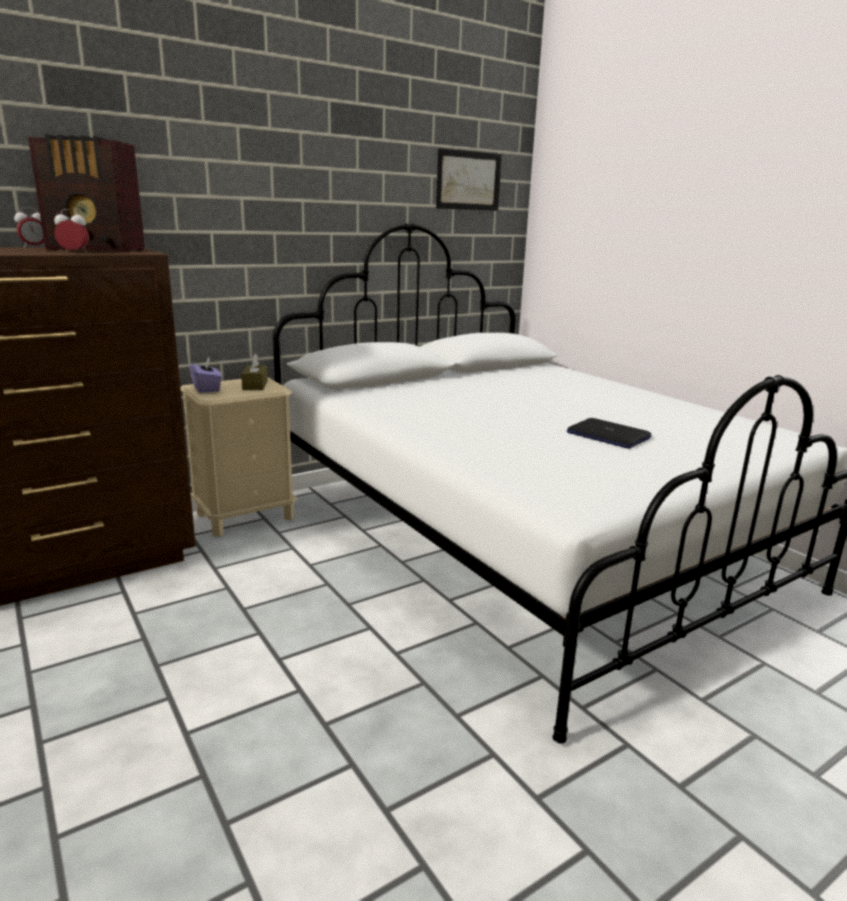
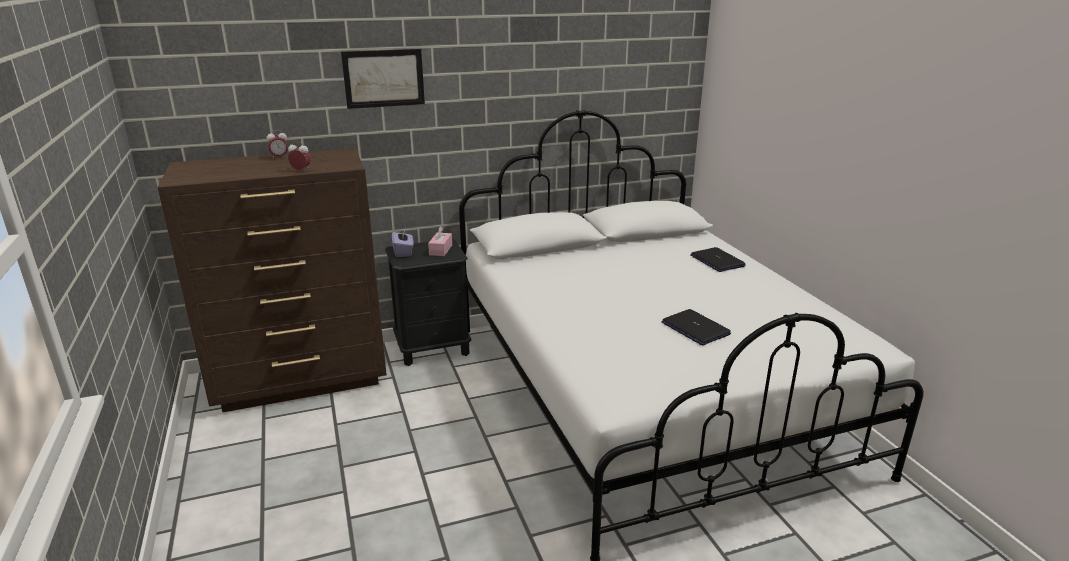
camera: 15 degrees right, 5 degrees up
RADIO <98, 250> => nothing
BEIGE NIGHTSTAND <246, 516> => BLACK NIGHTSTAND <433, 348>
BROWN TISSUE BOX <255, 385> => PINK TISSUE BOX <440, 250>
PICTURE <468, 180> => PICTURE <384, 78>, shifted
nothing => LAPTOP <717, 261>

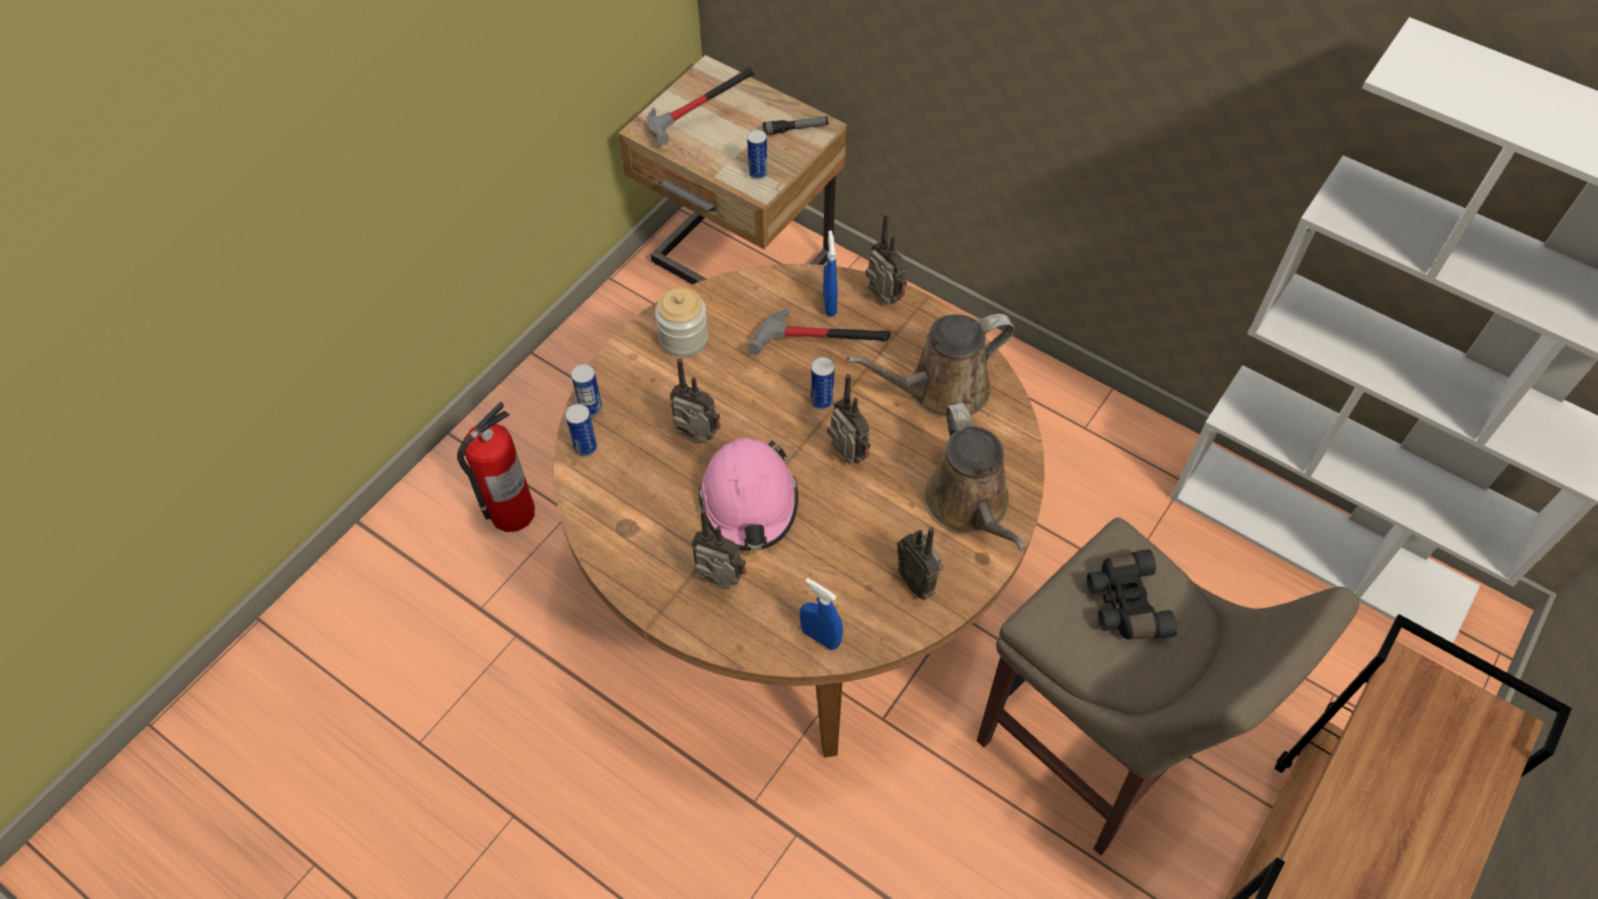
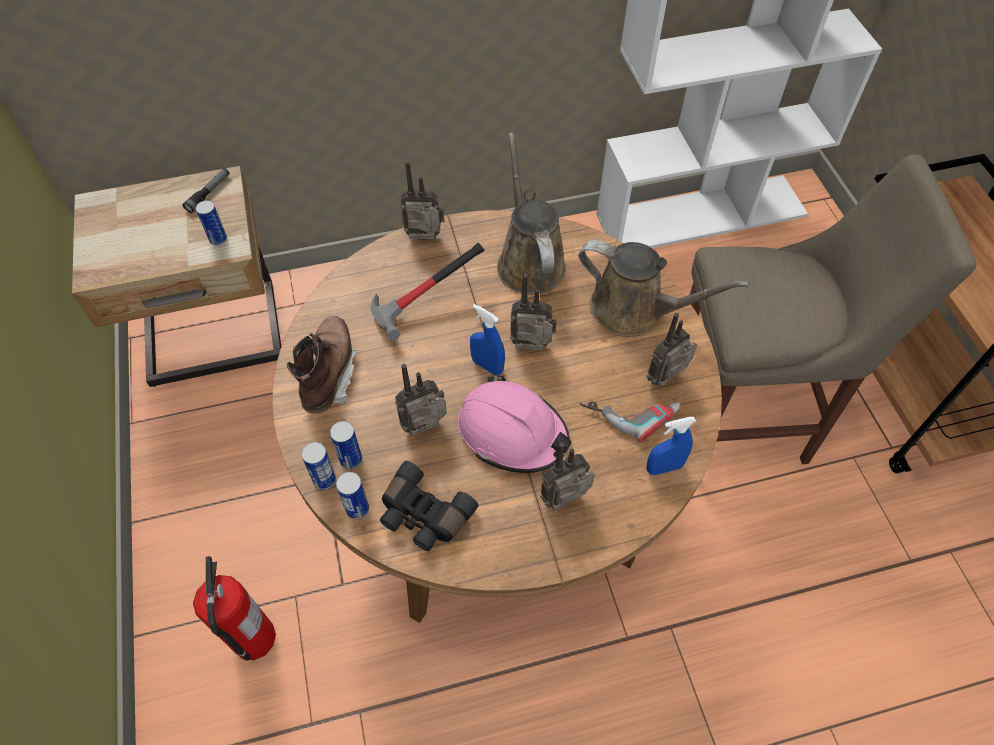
camera: 50 degrees left, 0 degrees up
HAMMER <696, 125> => nothing
JAR <683, 338> => BROWN BOOT <328, 374>
CAN <821, 401> => CAN <351, 459>, shifted
BLUE SPRAY BOTTLE <829, 304> => BLUE SPRAY BOTTLE <487, 366>, shifted
BROWN WATERING CAN <940, 390> => BROWN WATERING CAN <529, 261>, 150 degrees clockwise
RADIO <917, 581> => RADIO <667, 379>, 135 degrees clockwise
BLACK BINOCULARS <1124, 604> => BLACK BINOCULARS <423, 515>, shifted
nothing => POWER DRILL <630, 409>

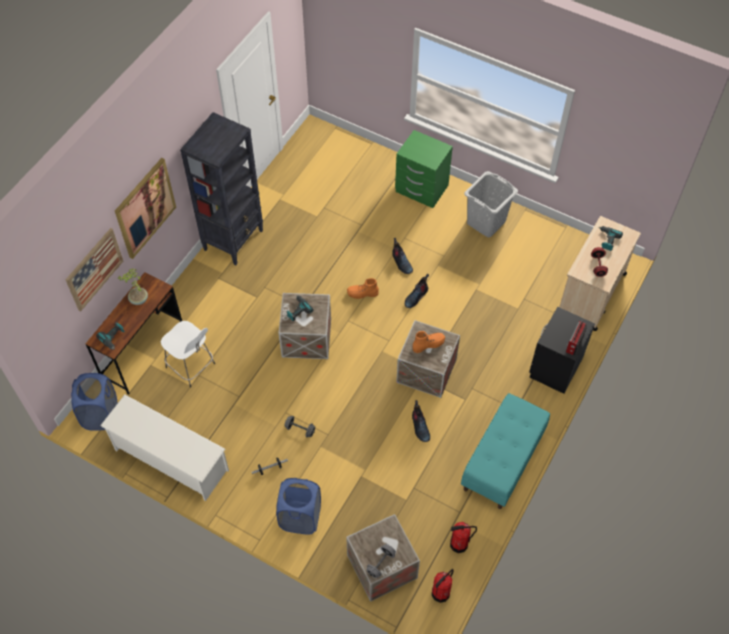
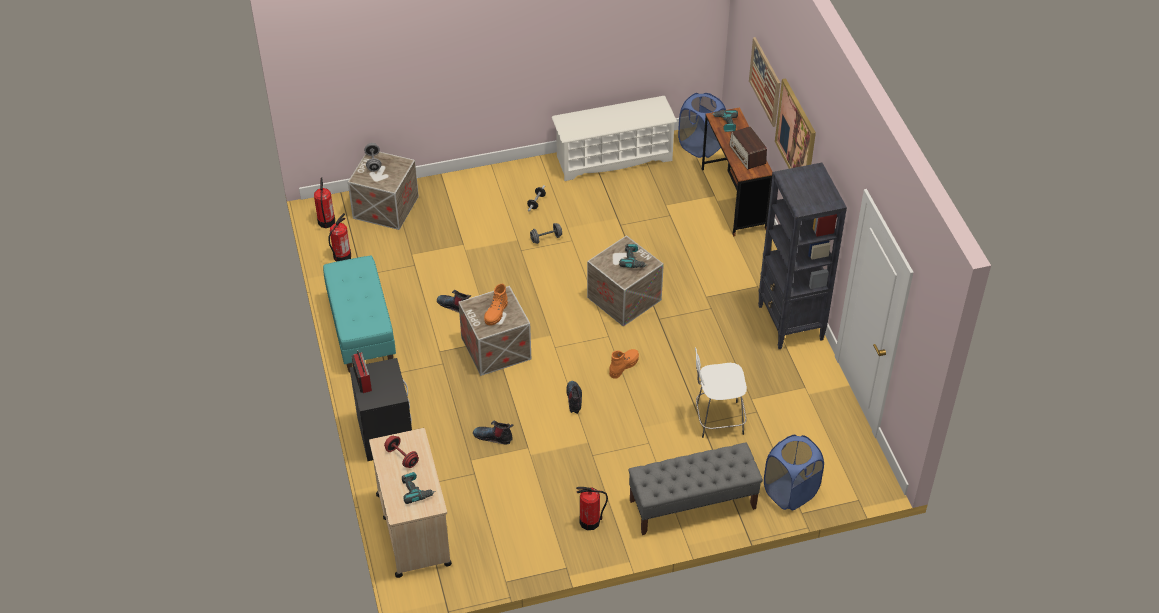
camera: 135 degrees right, 10 degrees down
POTTED PLANT <138, 300> => RADIO <747, 155>
WHITE STOOL <191, 366> => WHITE STOOL <717, 419>, shifted
BLUE LAUNDRY BASKET <300, 517> => BLUE LAUNDRY BASKET <790, 492>, shifted
BOOT <401, 262> => BOOT <494, 437>, shifted
GREEN NIGHTSTAND <421, 189> => GREY BENCH <692, 504>
GREY LAUNDRY BASKET <486, 222> => FIRE EXTINGUISHER <590, 522>

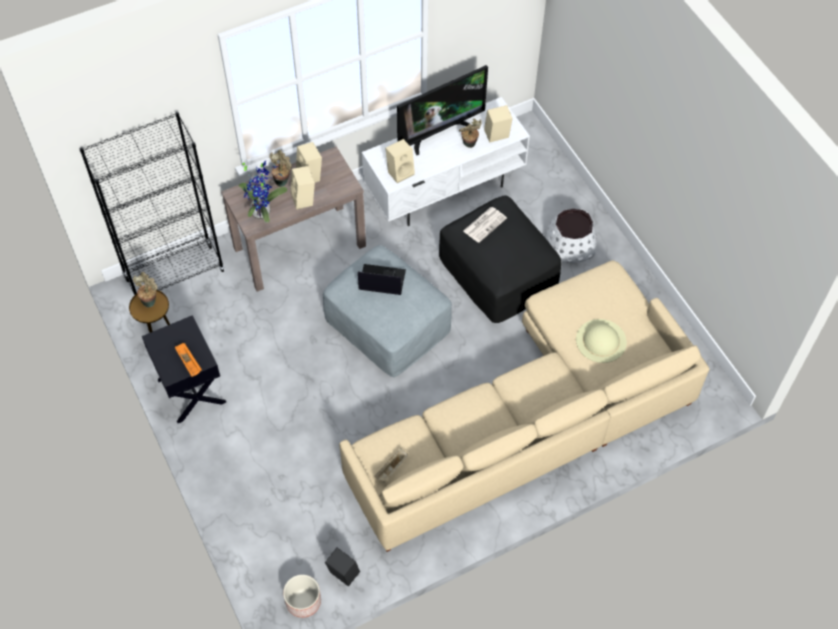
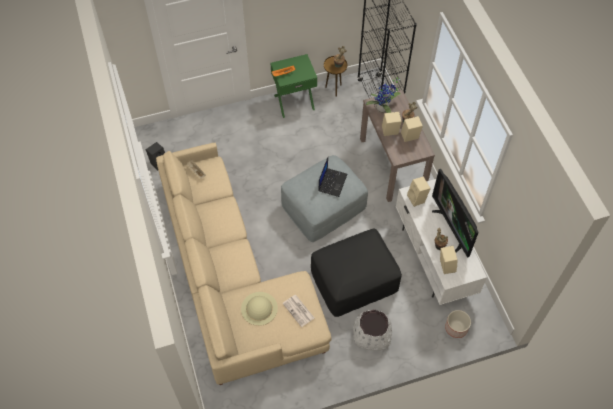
camera: 100 degrees right, 0 degrees up
BLACK NIGHTSTAND <190, 391> => GREEN NIGHTSTAND <294, 102>
PLANTER <303, 601> => PLANTER <456, 327>, shifted
NEWSPAPER <485, 224> => NEWSPAPER <299, 311>, shifted

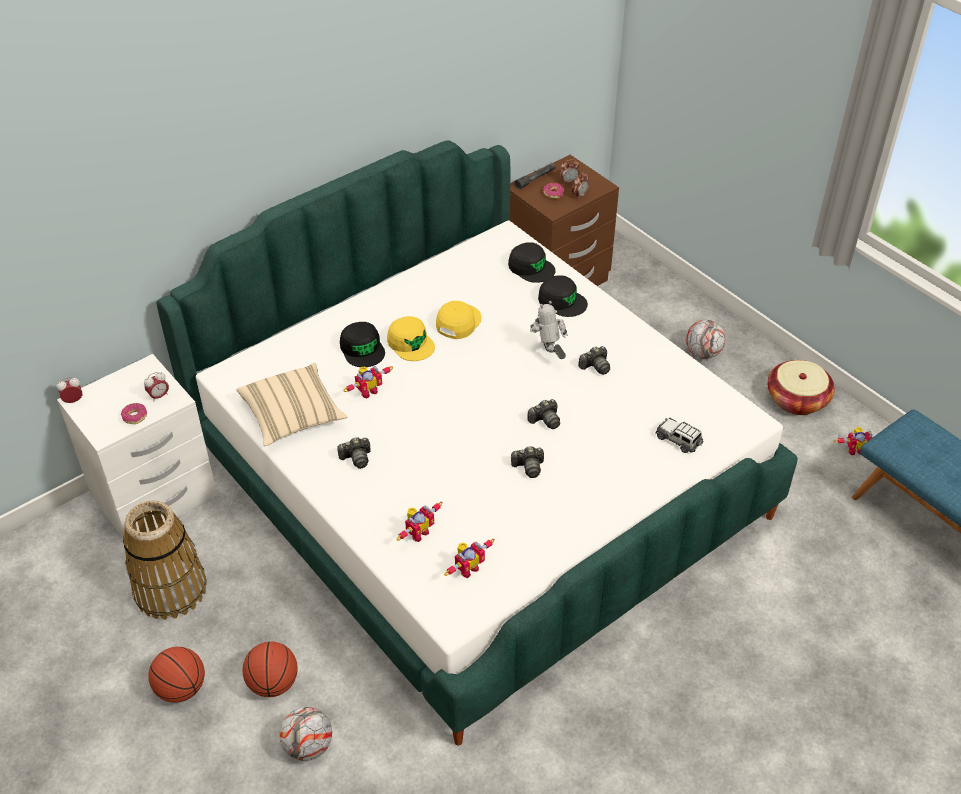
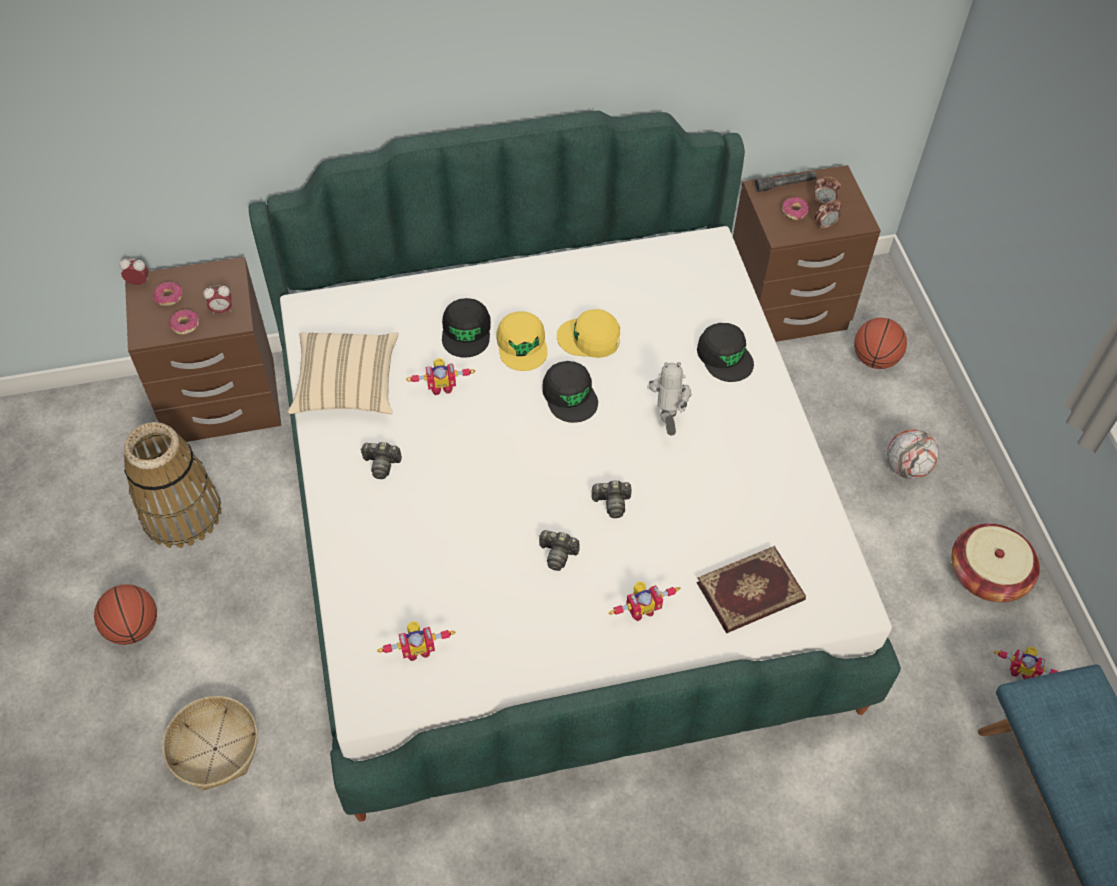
camera: 25 degrees right, 10 degrees up
WHITE NIGHTSTAND <155, 497> => BROWN NIGHTSTAND <222, 403>
BASKETBALL <273, 683> => BASKETBALL <874, 359>, shifted
FOOTBALL <308, 746> => BASKET <214, 748>
TOY ROBOT <417, 532> => TOY ROBOT <641, 609>, shifted
YELLOW CAP <458, 322> => YELLOW CAP <589, 338>, 135 degrees counterclockwise
BLACK CAP <531, 267> => BLACK CAP <570, 395>, shifted
PHOTO CAMERA <595, 366> => nothing
TOY CAR <678, 440> => BOOK <751, 593>
nothing => DONUT <169, 297>

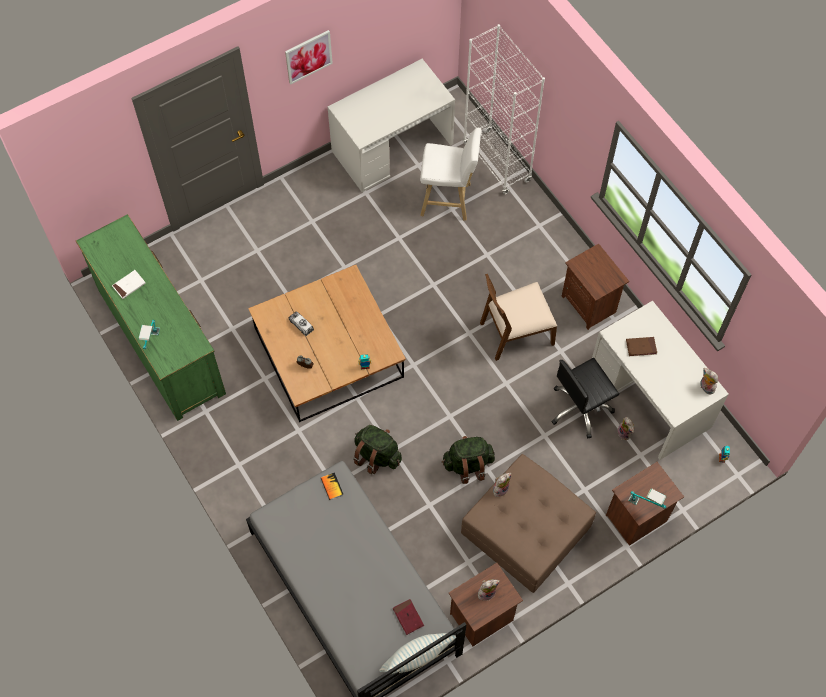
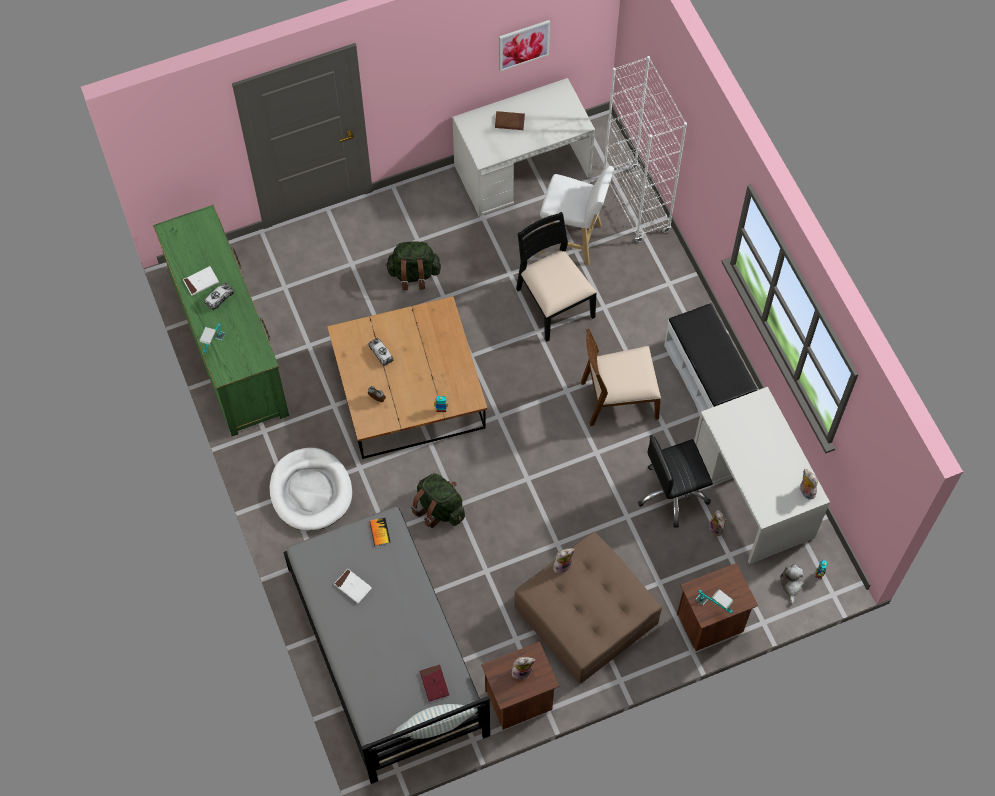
camera: 10 degrees right, 0 degrees up
PICTURE <308, 56> => PICTURE <523, 45>, shifted
GREEN BACKPACK <468, 464> => GREEN BACKPACK <414, 274>, shifted
BROWN NIGHTSTAND <589, 304> => WHITE BENCH <707, 380>
BROWN BOOK <641, 347> => BROWN BOOK <509, 121>, shifted
nothing => TOY TRUCK <219, 298>
nothing => WHITE DOG BED <311, 491>
nothing => WHITE BOOK <353, 586>
nothing => BLACK CHAIR <553, 303>
nothing => PLUSH TOY <791, 585>

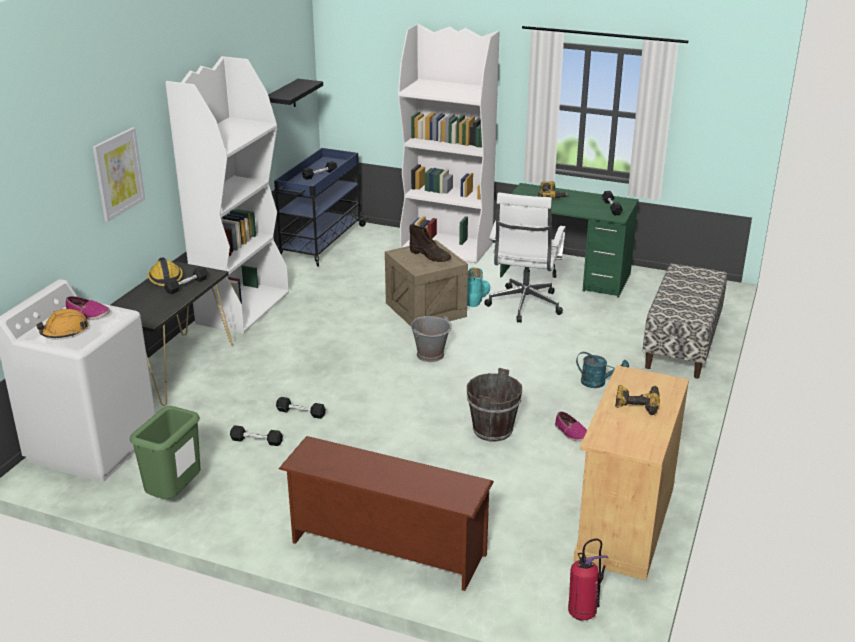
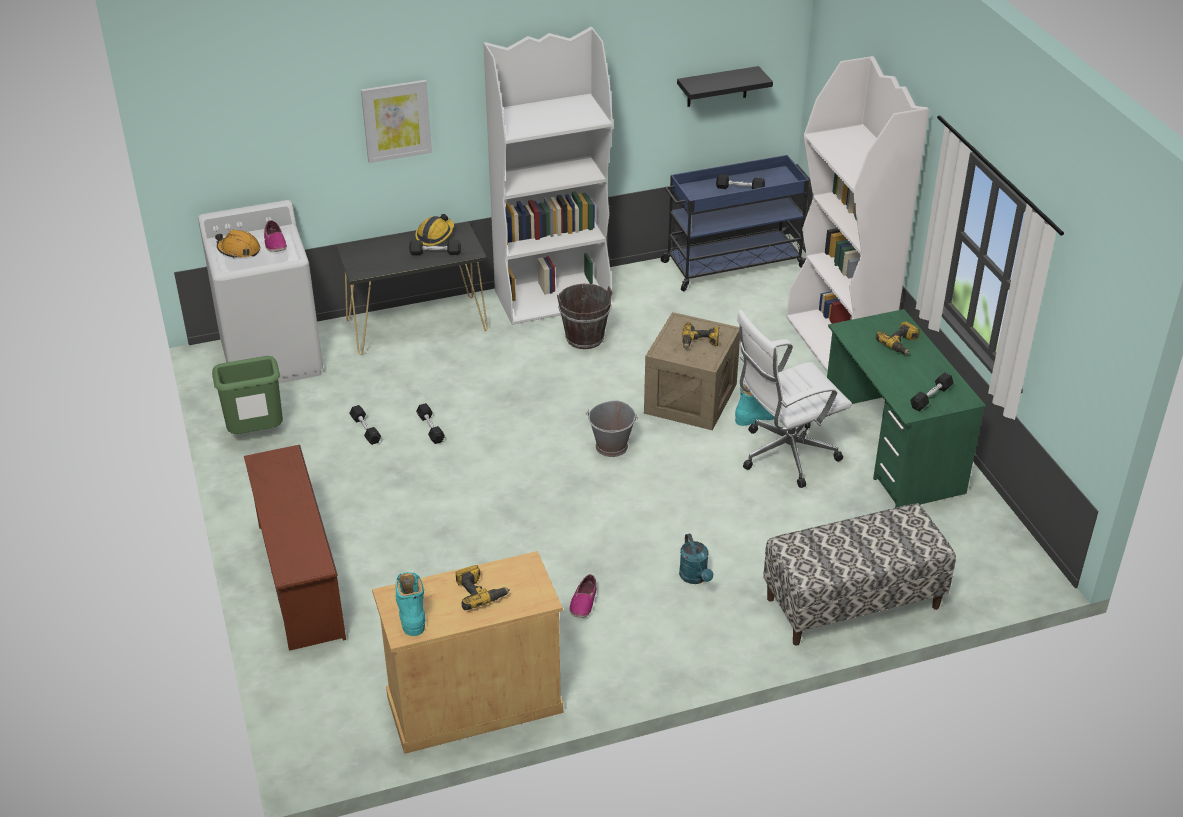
camera: 50 degrees right, 10 degrees up
BROWN BOOT <430, 256> => POWER DRILL <700, 342>
BROWN BUCKET <493, 430> => BROWN BUCKET <584, 338>, shifted
FIRE EXTINGUISHER <582, 613> => nothing
nothing => TURQUOISE BOOT <411, 609>

